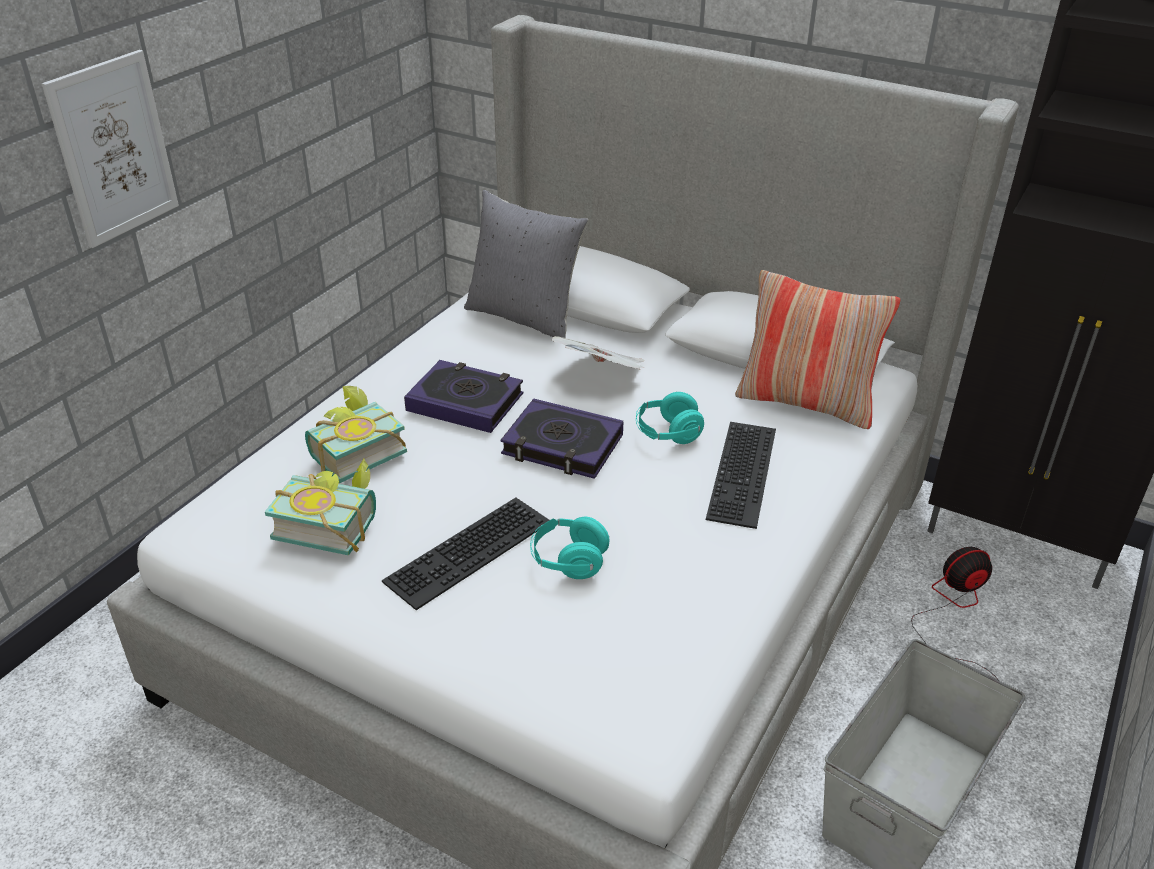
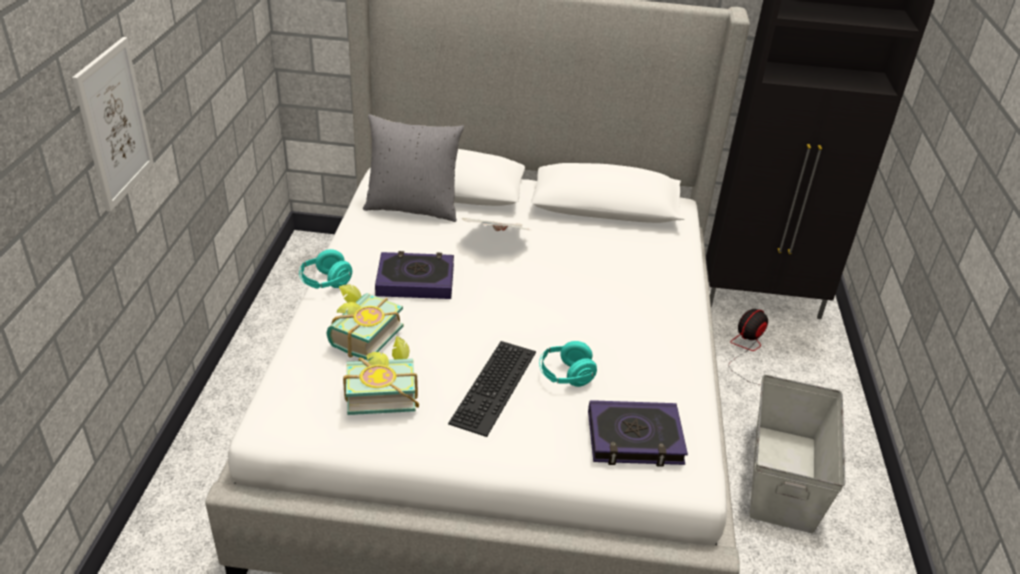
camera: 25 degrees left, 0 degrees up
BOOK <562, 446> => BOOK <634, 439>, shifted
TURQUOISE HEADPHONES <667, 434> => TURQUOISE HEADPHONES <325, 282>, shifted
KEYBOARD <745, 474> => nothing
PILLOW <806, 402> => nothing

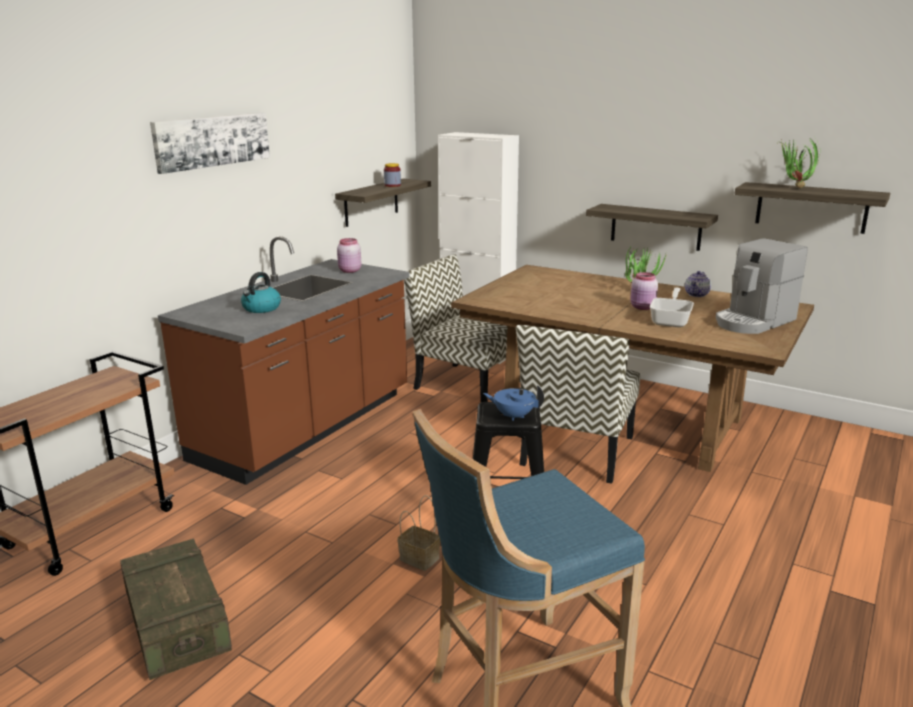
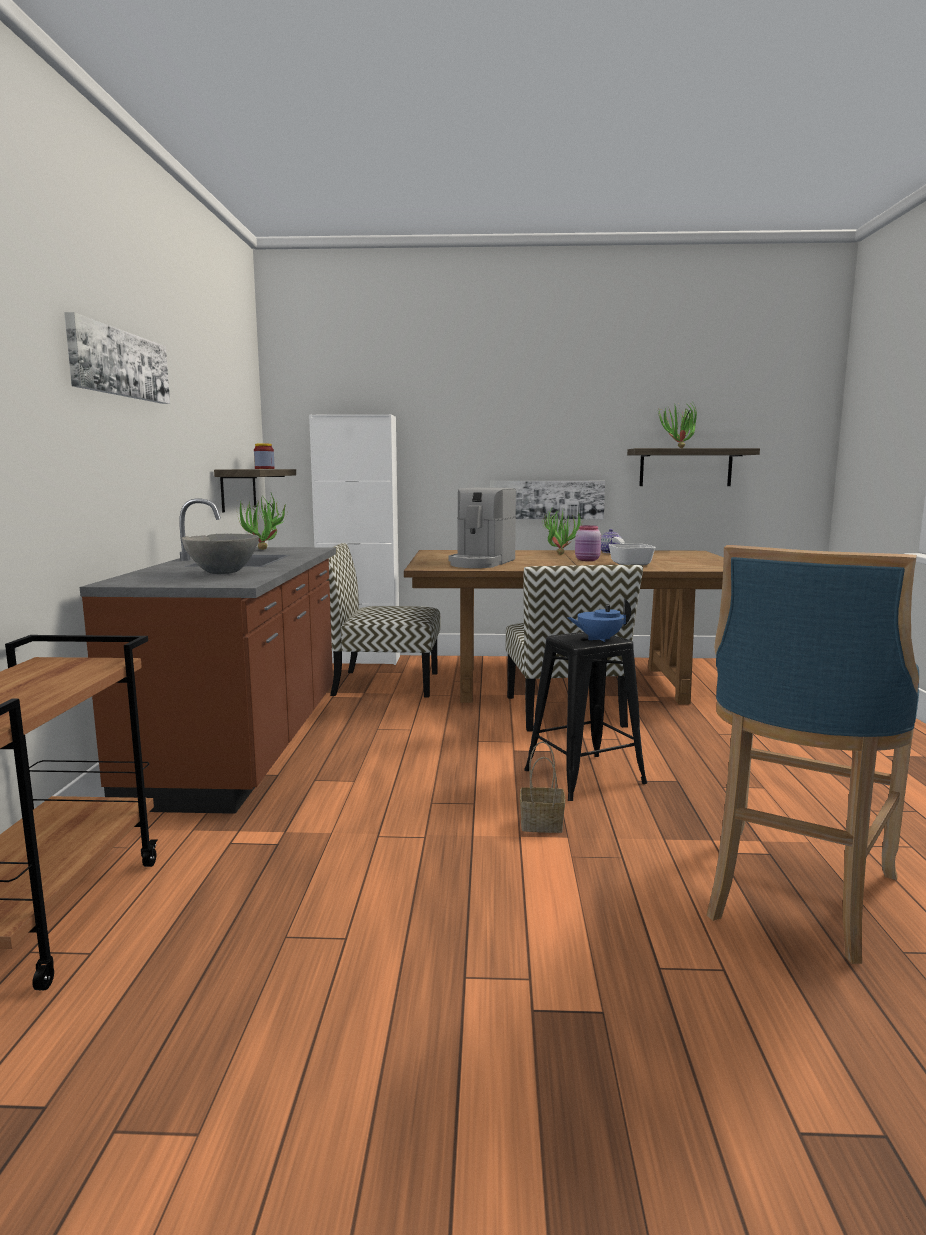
camera: 30 degrees left, 10 degrees down
CRATE <177, 625> => nothing
KETTLE <261, 308> => GREY BOWL <223, 573>
PINK JAR <349, 271> => POTTED PLANT <264, 550>
SHELF <655, 227> => PICTURE <546, 499>
COFFEE MACHINE <753, 321> => COFFEE MACHINE <481, 563>, shifted

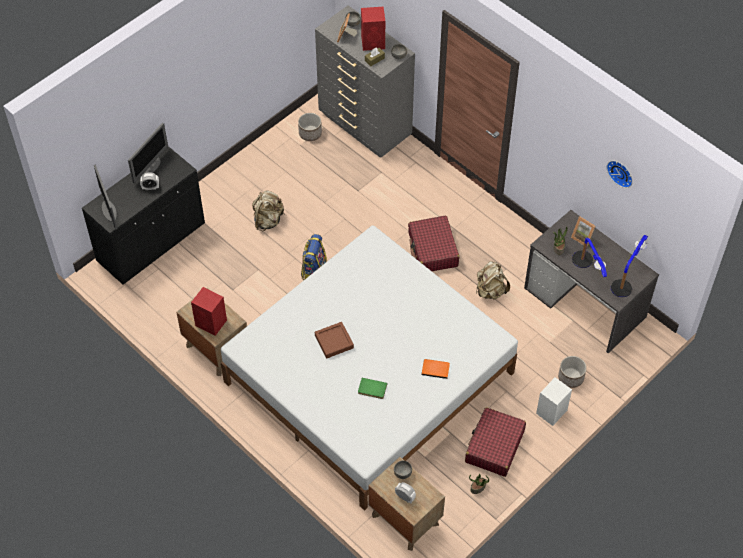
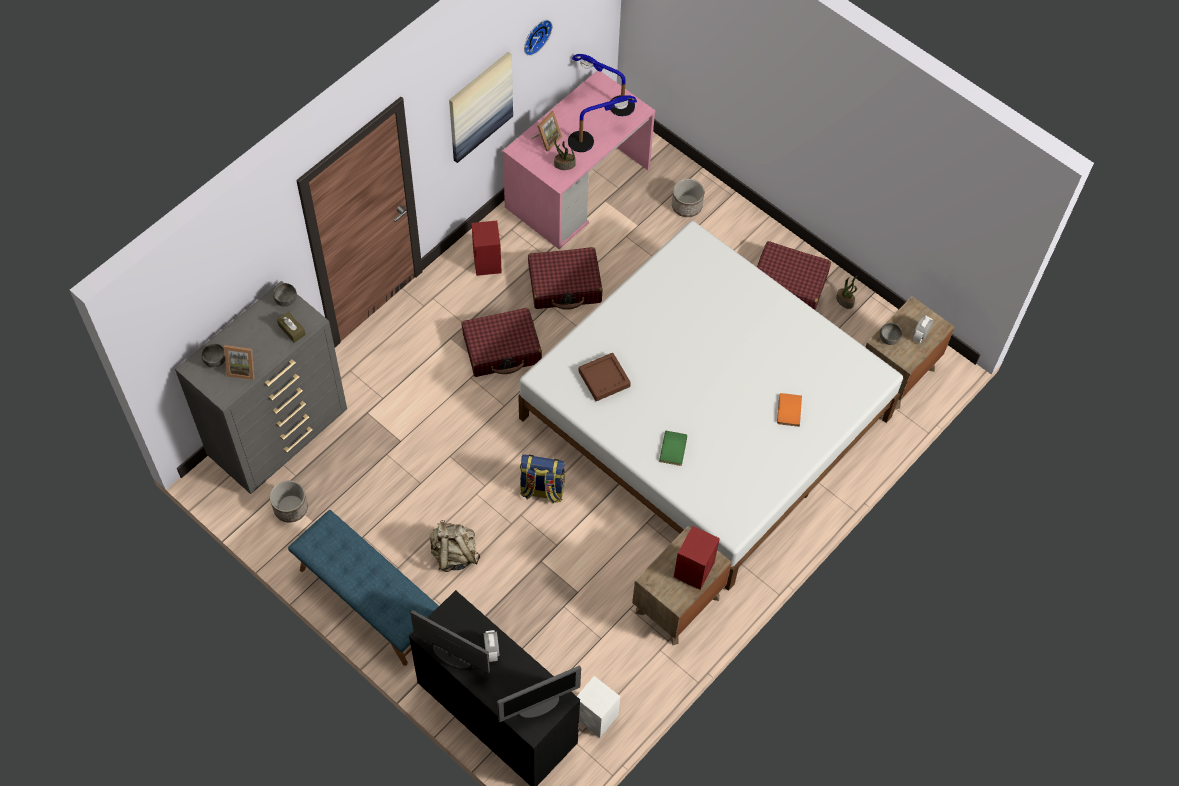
camera: 95 degrees left, 5 degrees up
BROWN TRAY <334, 342> => BROWN TRAY <604, 379>, shifted
GREEN BOOK <372, 389> => GREEN BOOK <674, 449>, shifted
RED SPEAKER <373, 42> => RED SPEAKER <487, 261>, shifted
ORANGE BOOK <435, 368> => ORANGE BOOK <788, 410>, shifted
BEIGE BACKPACK <490, 291> => RED SUITCASE <565, 285>
GREY DESK <585, 302> => PINK DESK <577, 187>
WHITE SPEAKER <551, 412> => WHITE SPEAKER <597, 717>, shifted
nothing => BLUE BENCH <368, 600>
nothing => PICTURE <480, 106>

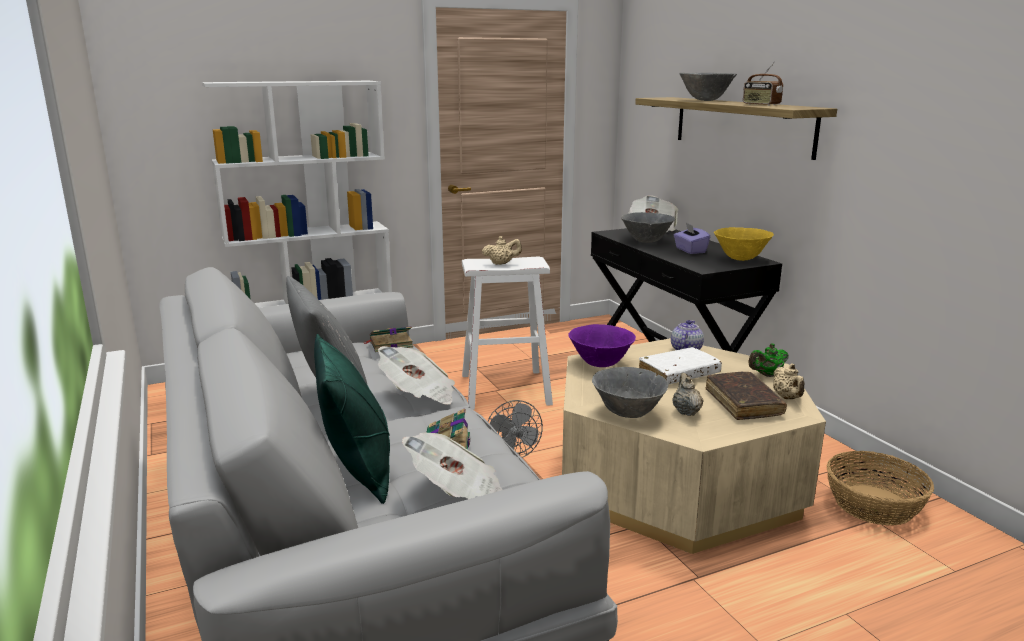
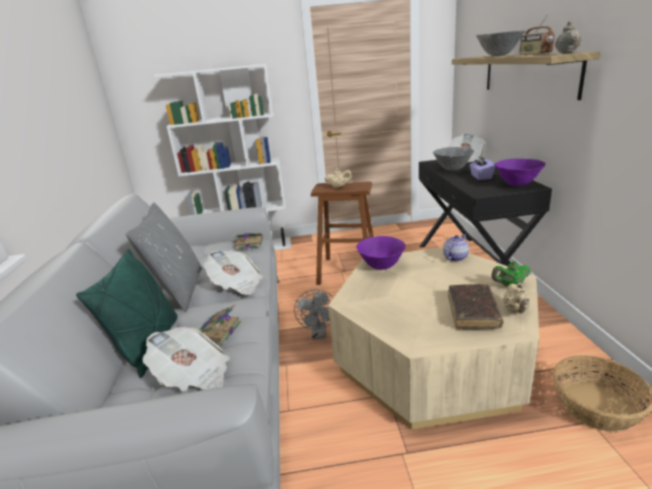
camera: 20 degrees right, 5 degrees up
WHITE STOOL <505, 389> => BROWN STOOL <348, 271>
GREY BOWL <628, 414> => nothing
WHITE BOOK <679, 374> => nothing
BEIGE TEAPOT <686, 411> => BEIGE TEAPOT <566, 53>, shifted
YELLOW BOWL <740, 259> => PURPLE BOWL <517, 185>

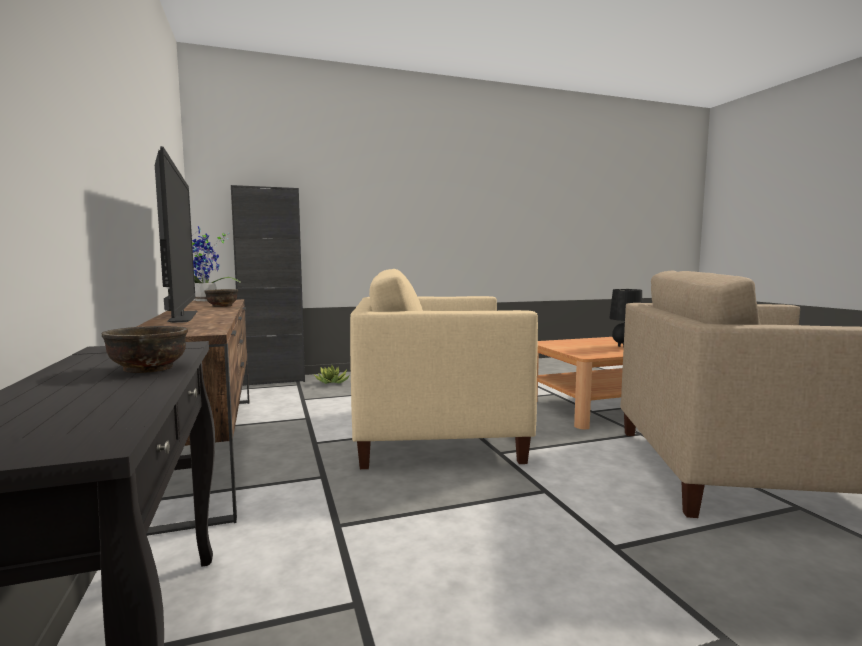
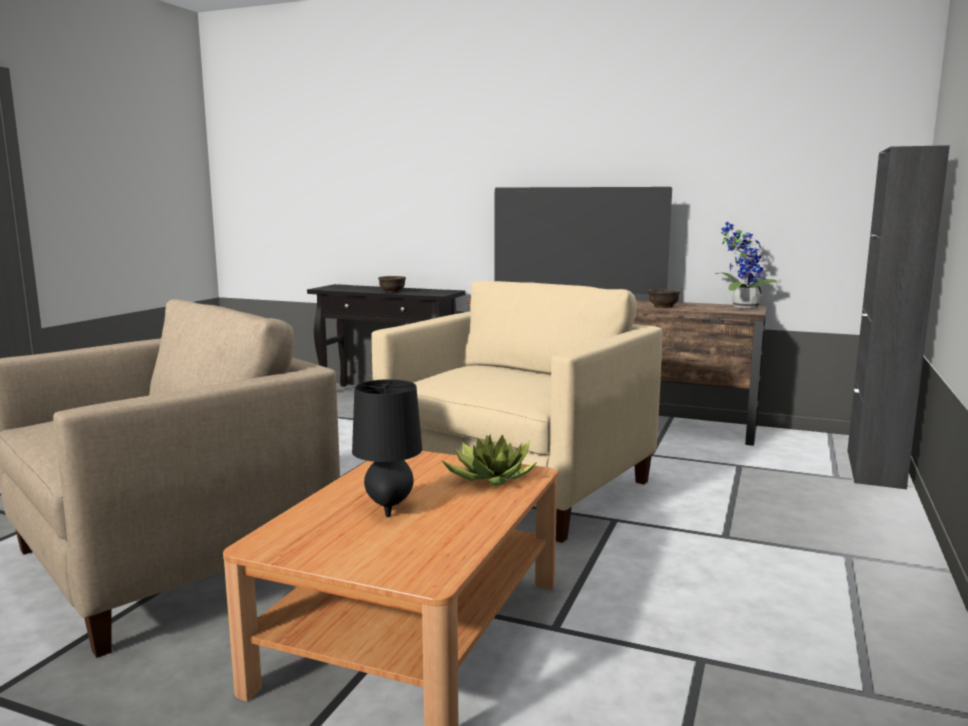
camera: 130 degrees right, 5 degrees up
POTTED PLANT <332, 382> => POTTED PLANT <489, 477>, shifted

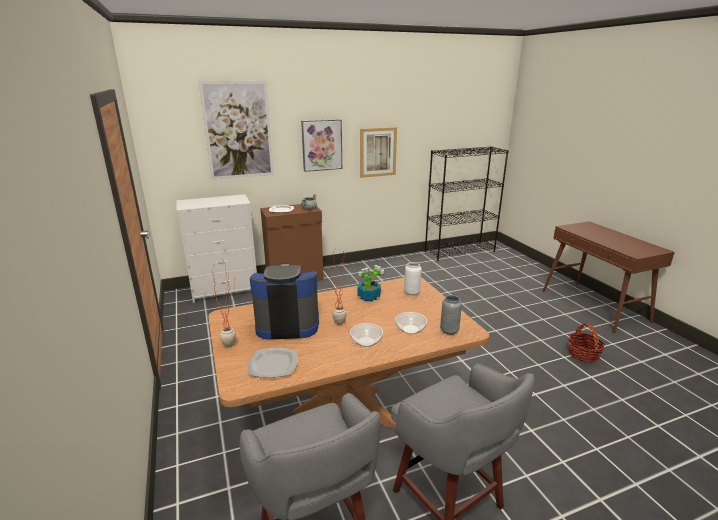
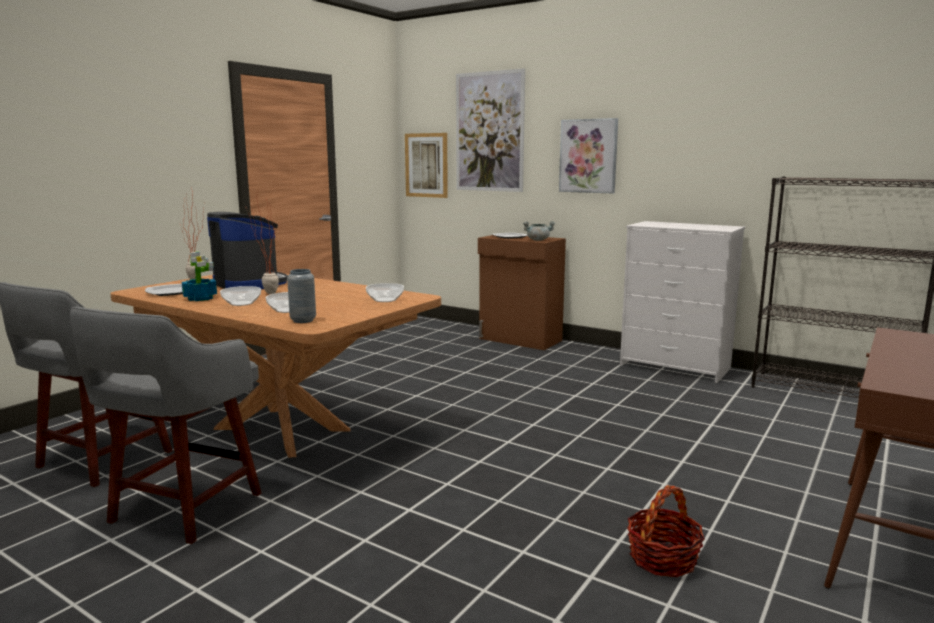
camera: 55 degrees right, 10 degrees down
WHITE DRESSER <225, 289> => WHITE DRESSER <676, 367>, shifted
POTTED PLANT <368, 297> => POTTED PLANT <200, 298>, shifted
PICTURE <378, 152> => PICTURE <426, 165>, shifted
WHITE VASE <412, 293> => BOWL <384, 300>

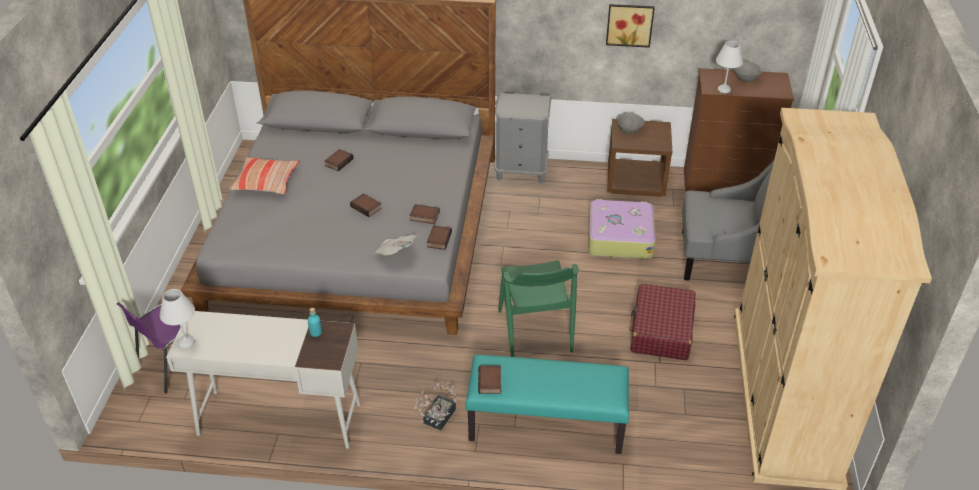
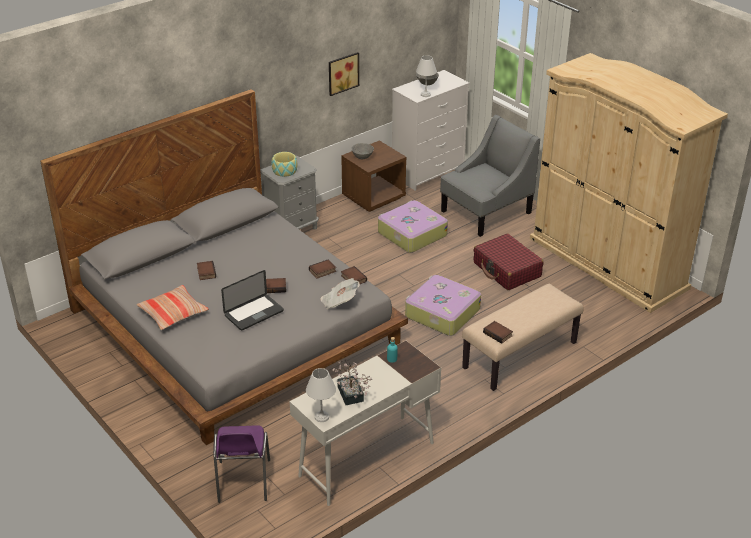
camera: 45 degrees left, 5 degrees down
POTTED PLANT <437, 419> => POTTED PLANT <351, 396>, shifted
TURQUOISE BENCH <545, 426> => BEIGE BENCH <520, 356>
GREEN CHAIR <535, 331> => SUITCASE <441, 313>
BROWN DRESSER <726, 185> => WHITE DRESSER <428, 172>
nothing => LAPTOP <254, 313>
nothing => BOWL <284, 171>

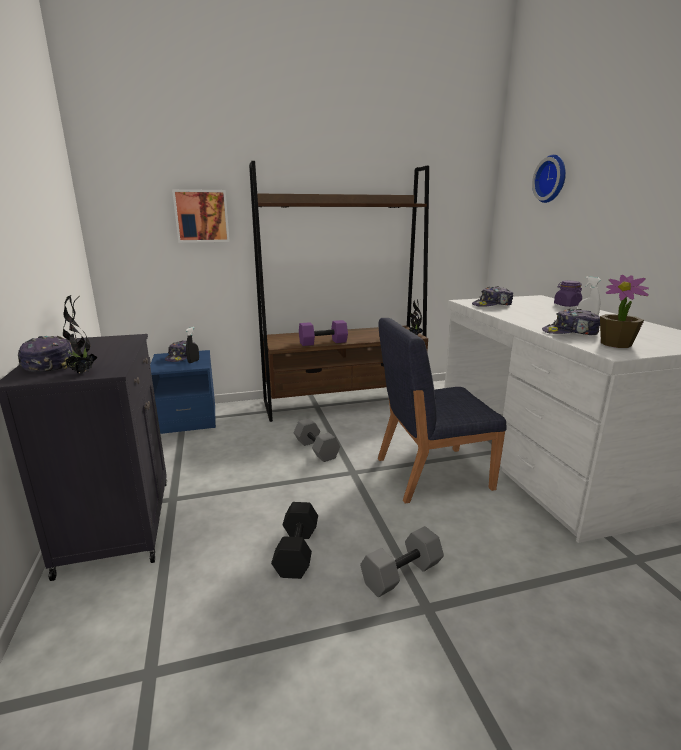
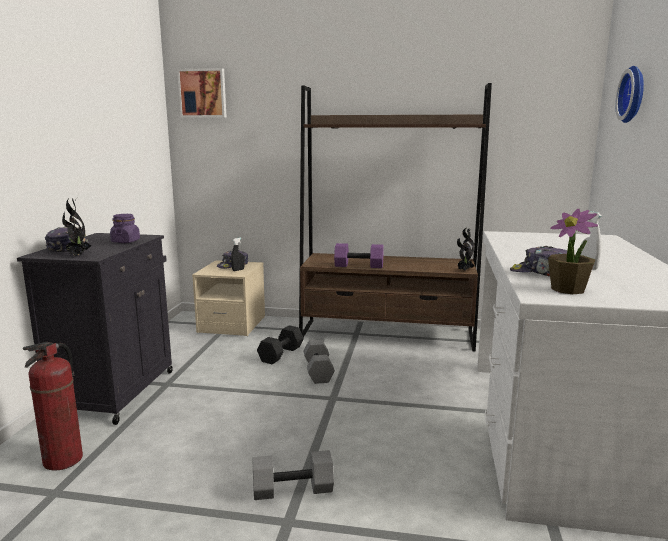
camera: 25 degrees right, 5 degrees down
BLUE NIGHTSTAND <188, 419> => BEIGE NIGHTSTAND <232, 325>
PICTURE <201, 216> => PICTURE <203, 93>, shifted
BLACK DUMBBELL <295, 550> => BLACK DUMBBELL <280, 354>, shifted
BLUE CHAIR <431, 473> => nothing
CAP <492, 305> => nothing
PURPLE JAR <566, 305> => PURPLE JAR <125, 241>, shifted
nothing => FIRE EXTINGUISHER <63, 460>

